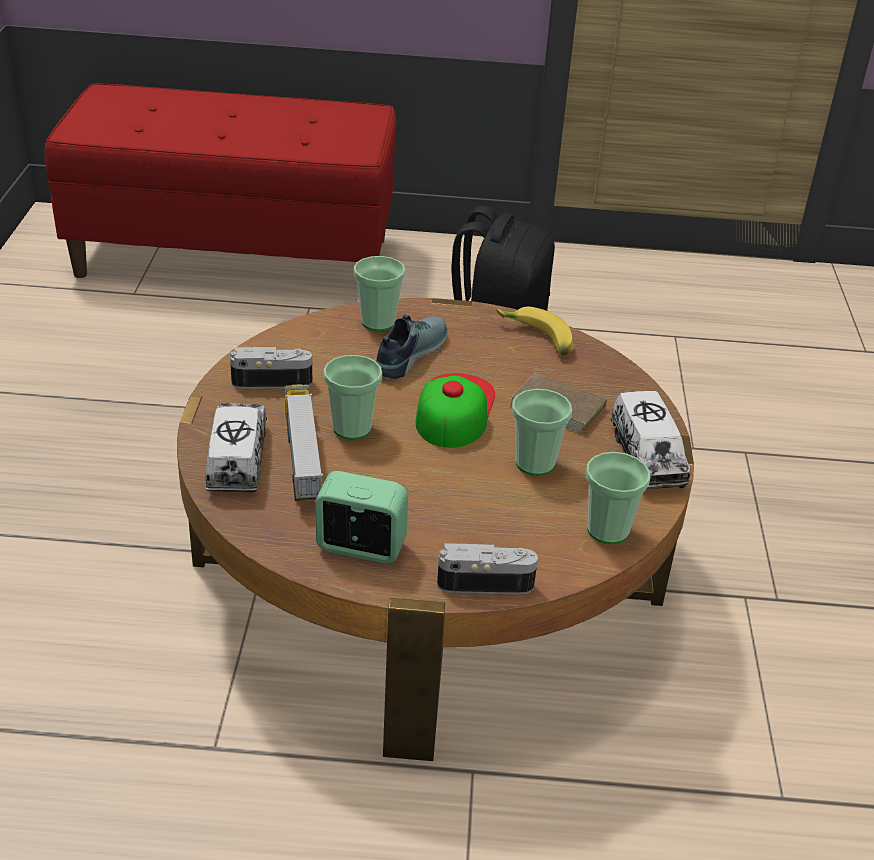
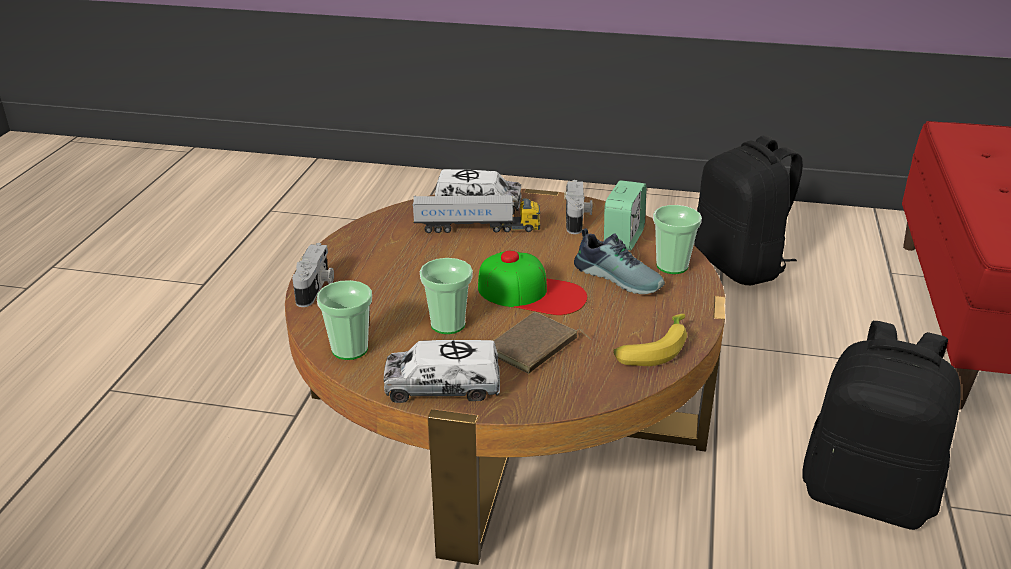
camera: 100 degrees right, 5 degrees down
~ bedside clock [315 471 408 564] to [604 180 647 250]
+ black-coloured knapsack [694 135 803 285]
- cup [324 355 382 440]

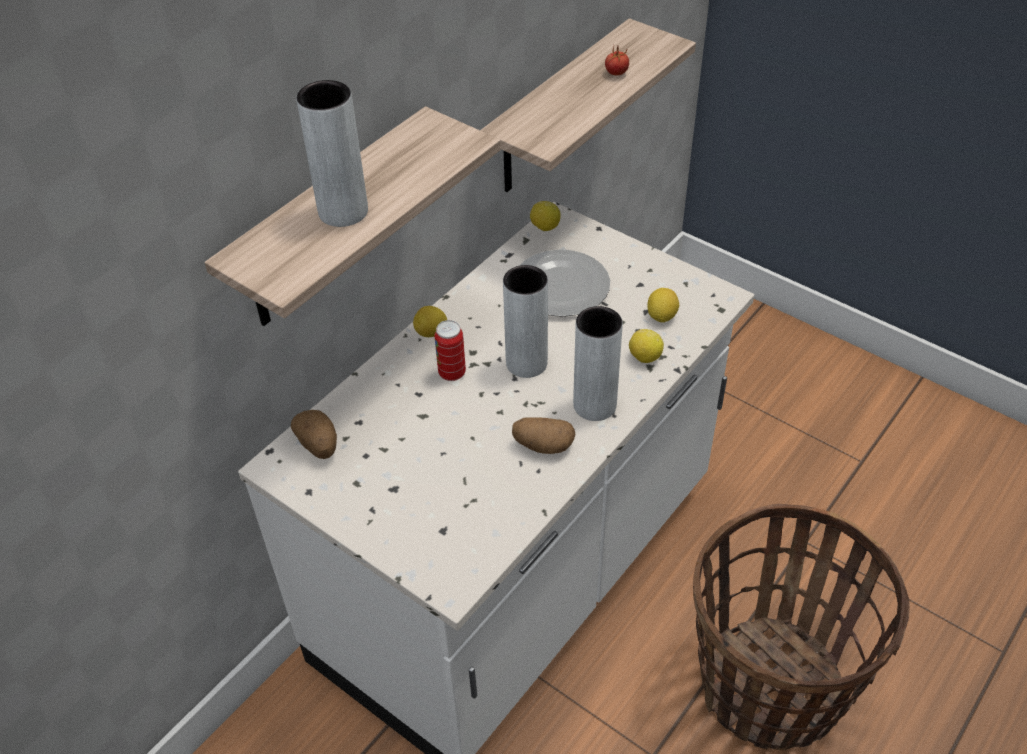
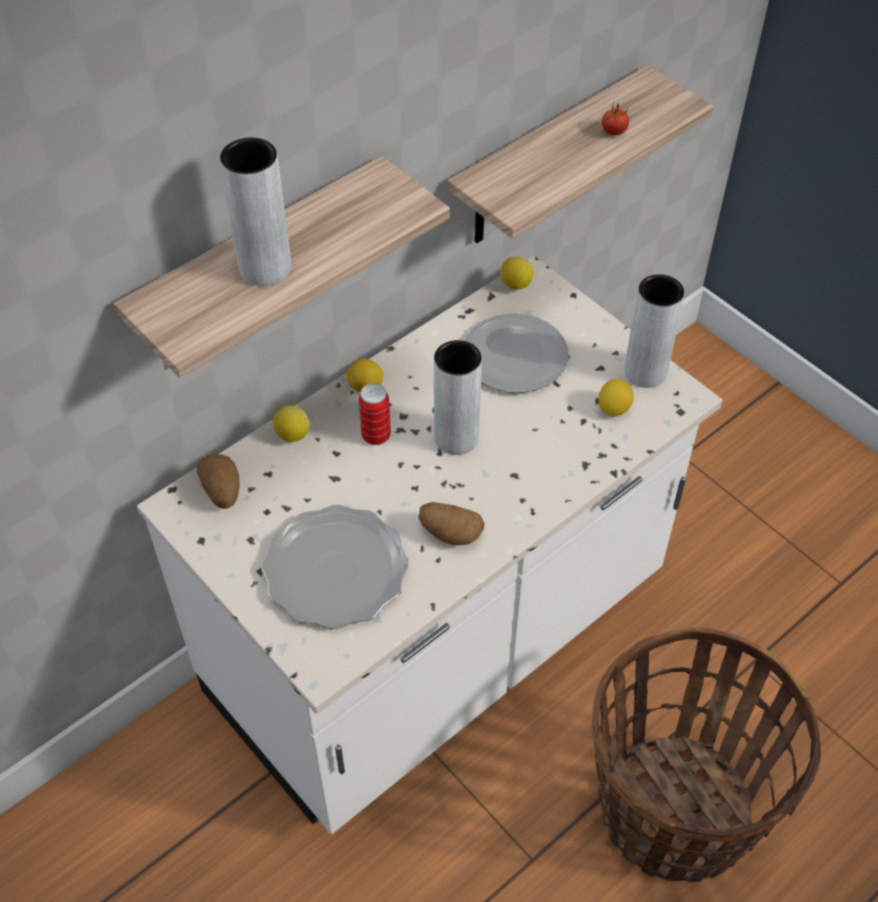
camera: 10 degrees right, 5 degrees up
+ flat dish [262 505 408 629]
~ whole lemon [629 329 664 363] to [273 405 310 442]
~ greyish vase [573 306 623 421] to [624 274 685 388]

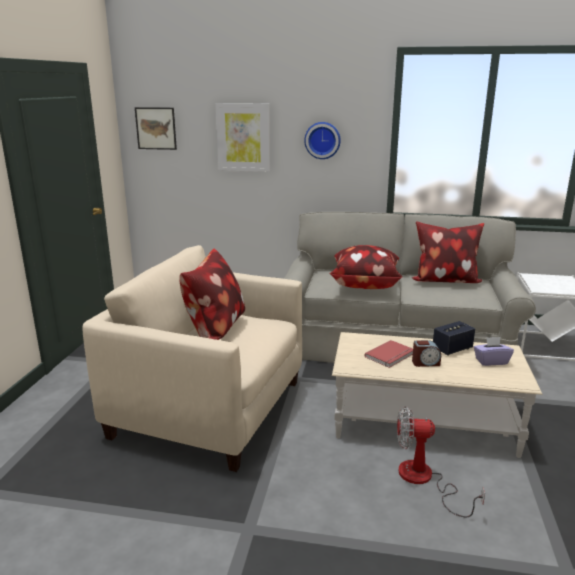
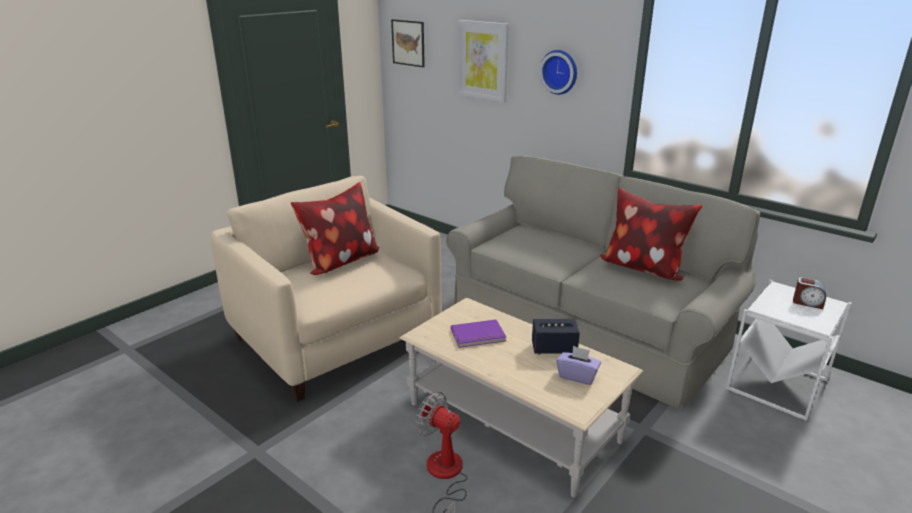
camera: 30 degrees right, 5 degrees up
~ red-coloured bound book [365 340 413 368] to purple bound book [451 320 506 348]
~ bedside clock [412 340 441 367] to [793 277 826 309]
- pillow [329 245 402 289]

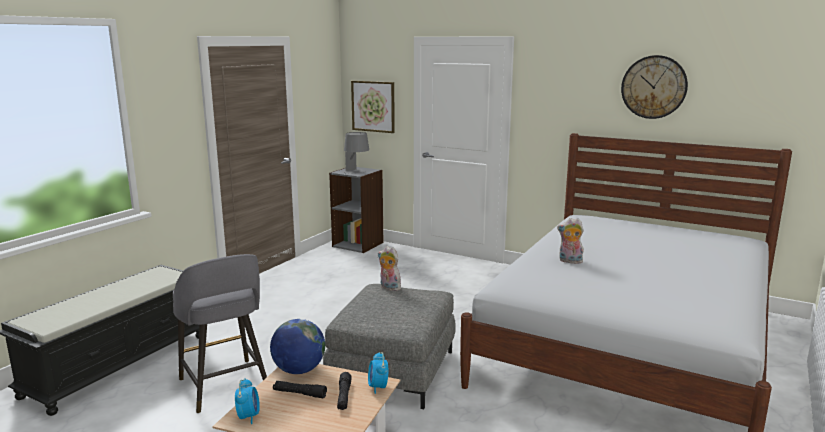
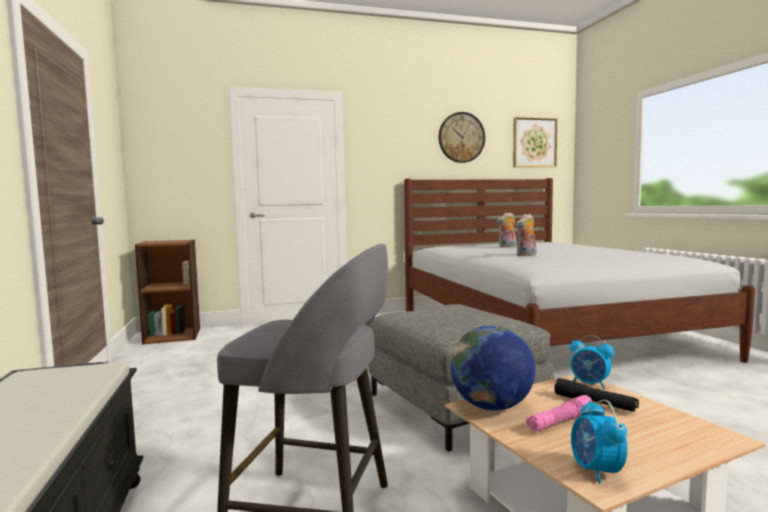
camera: 45 degrees left, 10 degrees down
~ greyish bookshelf [329 167 383 253] to brown bookshelf [135 240 200 345]
~ plush toy [378 246 401 291] to [497 212 516 248]
~ wall art [351 81 395 133] to [513 117 557 167]
~ black-coloured hand torch [273 381 327 398] to pink-coloured hand torch [526 395 593 431]
~ bedside clock [235 378 260 424] = [571 400 627 484] 135 degrees counterclockwise
- greyish tabletop lamp [342 132 369 174]

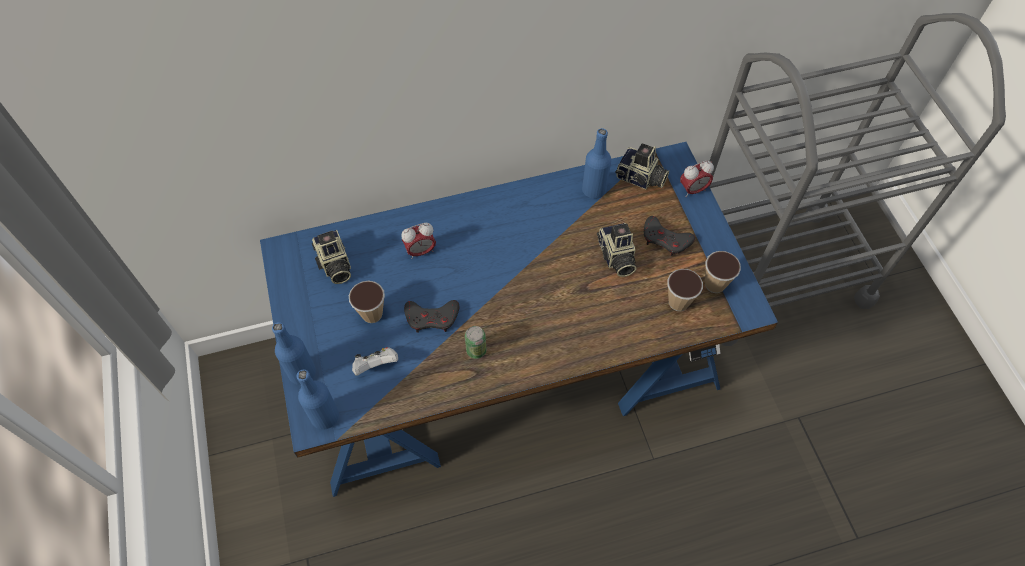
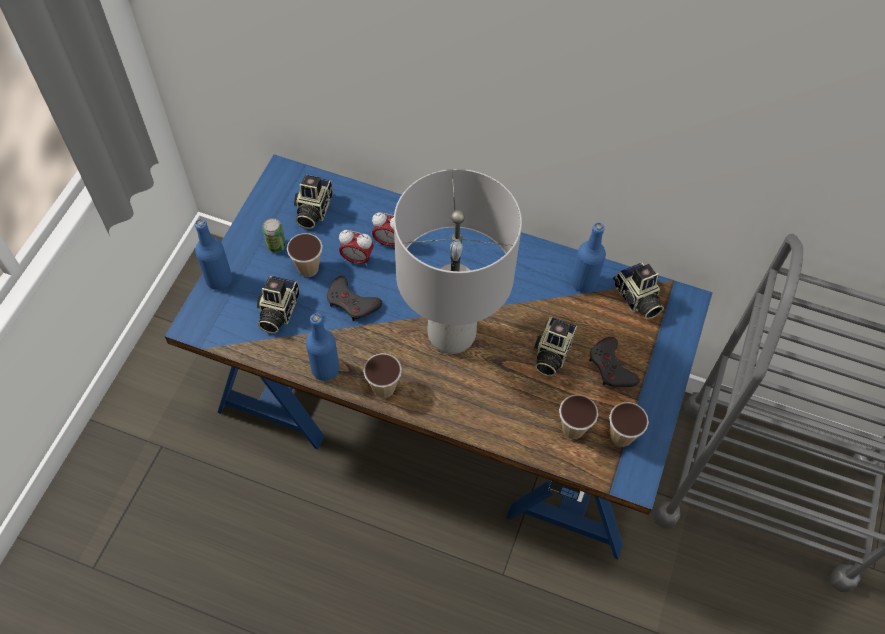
camera: 35 degrees right, 0 degrees up
~ whitish gamepad [352 347 398 376] to still camera [257 276 300 333]
~ metal can [465 326 486 359] to [262 218 286 253]
~ blue-coloured drink bottle [296 369 339 430] to [306 313 339 381]
~ bedside clock [680 161 714 197] to [339 230 374 266]
+ cup [363 353 402 398]
+ greyish tabletop lamp [394 169 522 354]

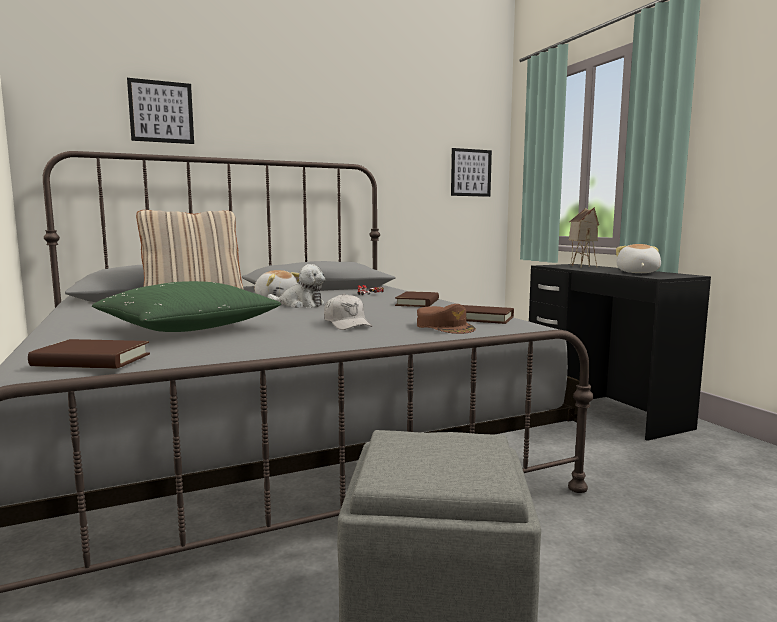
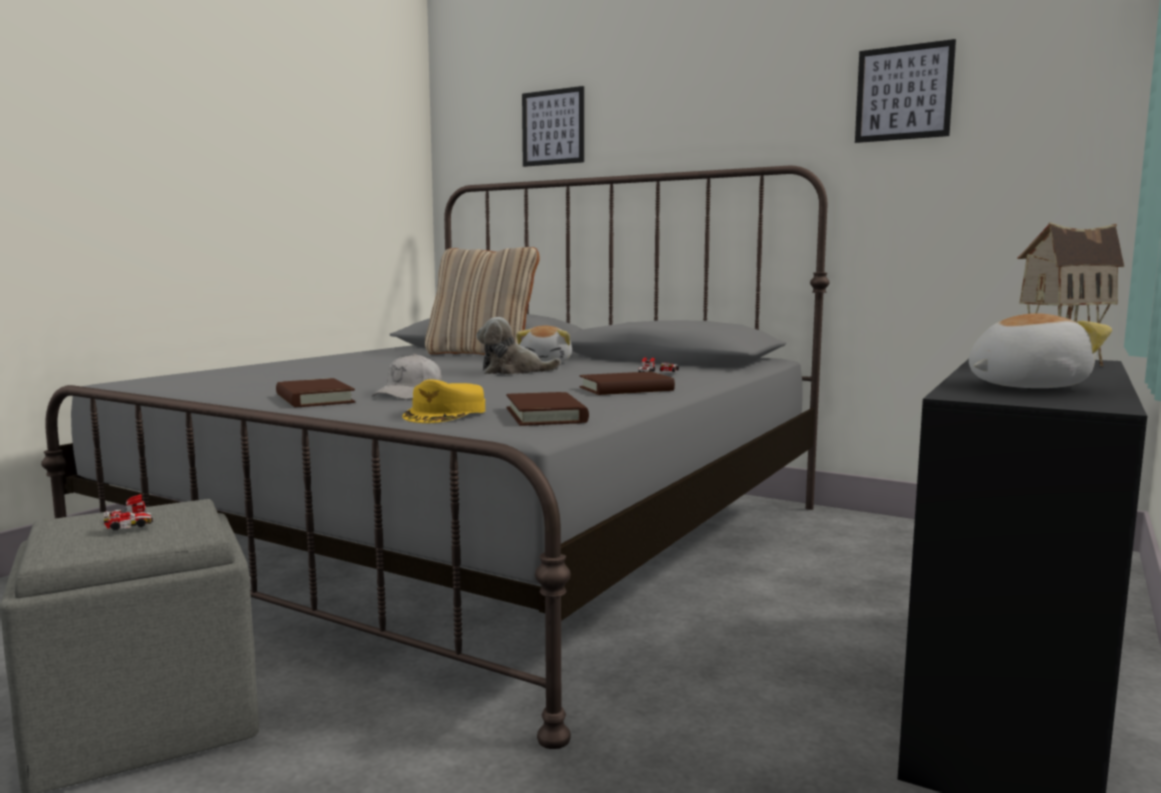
camera: 55 degrees right, 0 degrees up
+ miniature car [104 494 153 530]
~ brown bound book [28 339 150 369] to [276 378 355 407]
~ brown baseball cap [417 304 476 334] to yellow baseball cap [402 379 485 423]
~ plush toy [267 264 325 308] = [477 317 561 375] 105 degrees clockwise
~ wall art [451 148 492 197] to [855 39 956 143]
- green pillow [92 281 281 332]

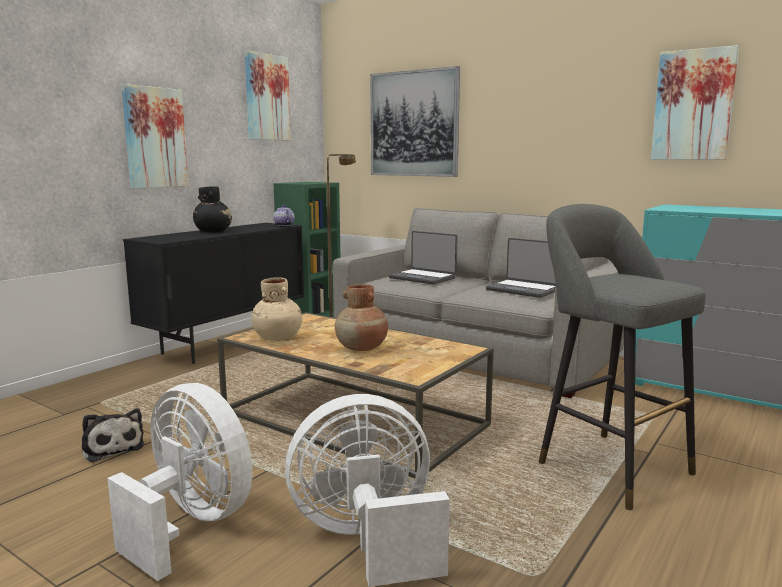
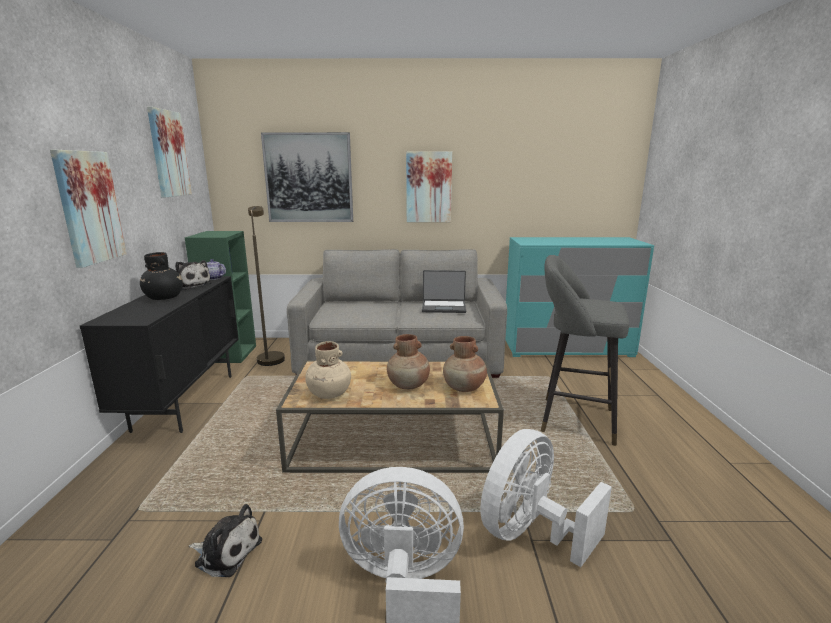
camera: 35 degrees left, 5 degrees up
+ plush toy [175 260 212 290]
~ wall art [651 45 739 160] to [406 151 452 222]
+ brown vase [443 336 487 392]
- laptop [389 231 458 285]

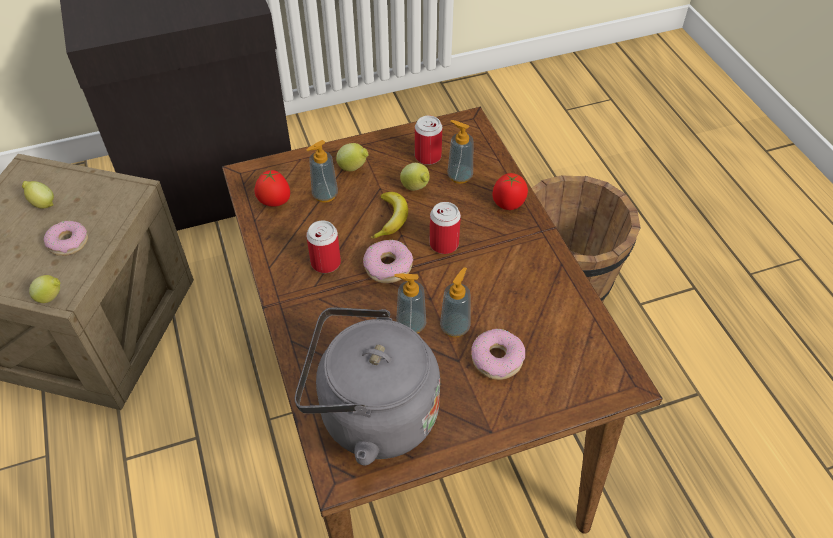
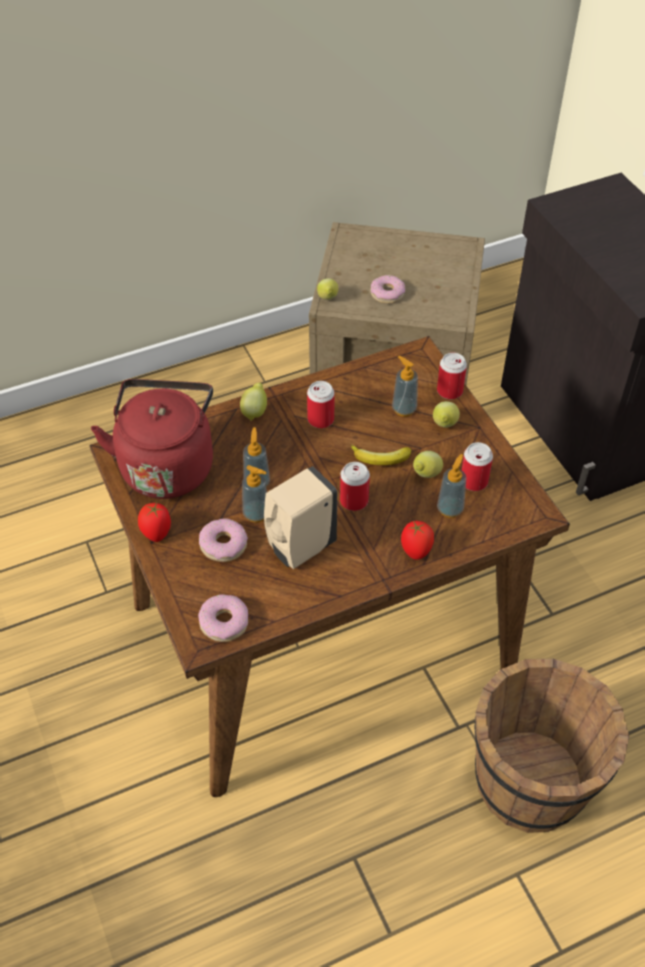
camera: 85 degrees right, 0 degrees up
~ greyish tea kettle [295 307 440 465] to red-coloured tea kettle [91 379 213 499]
~ whole tomato [254 170 290 207] to [138 503 171 542]
~ doughnut [363 240 413 283] to [198 594 248 642]
~ whole lemon [22 181 54 209] to [240 383 267 421]
+ beige-coloured liquid soap bottle [264 466 337 569]
+ metal can [437 353 467 399]

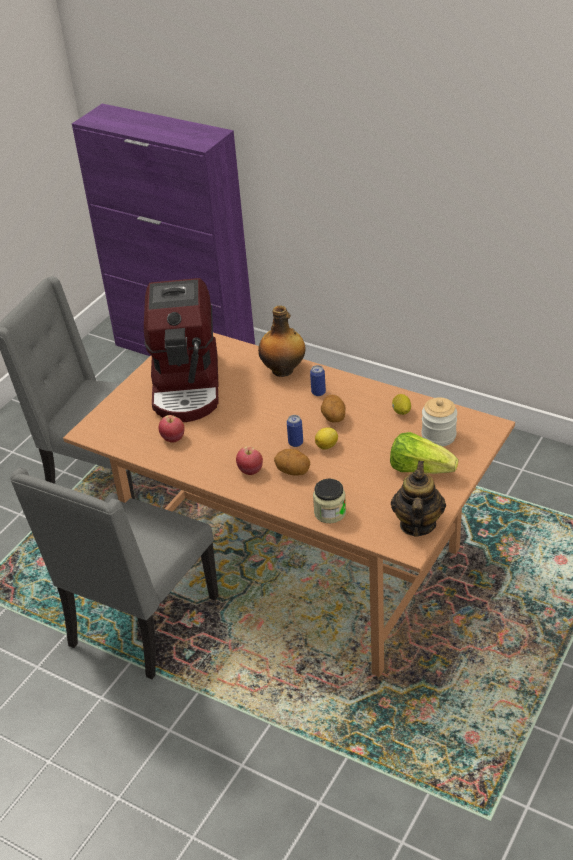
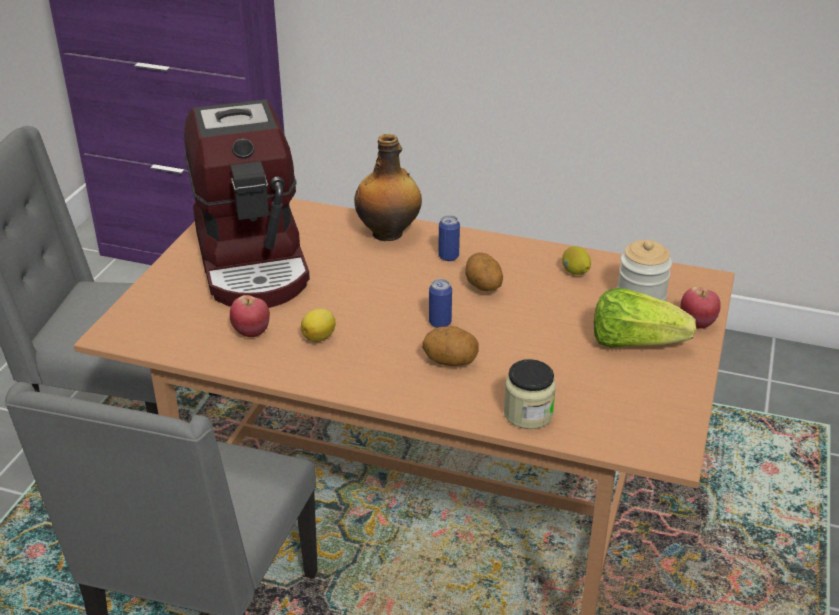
camera: 15 degrees left, 5 degrees down
~ whole lemon [315 427 338 450] to [301 309 336 342]
~ apple fruit [236 446 263 475] to [680 286 721 329]
- teapot [391 461 446 537]

